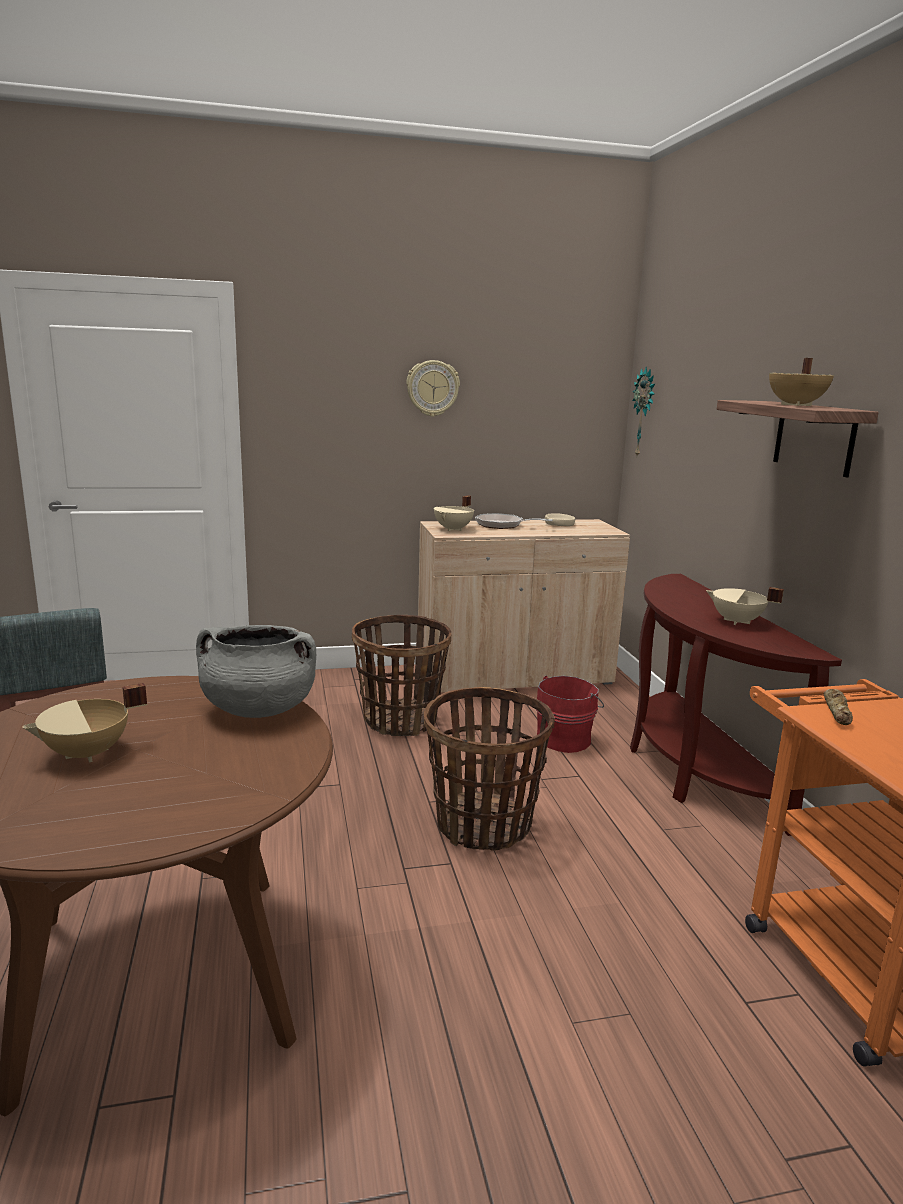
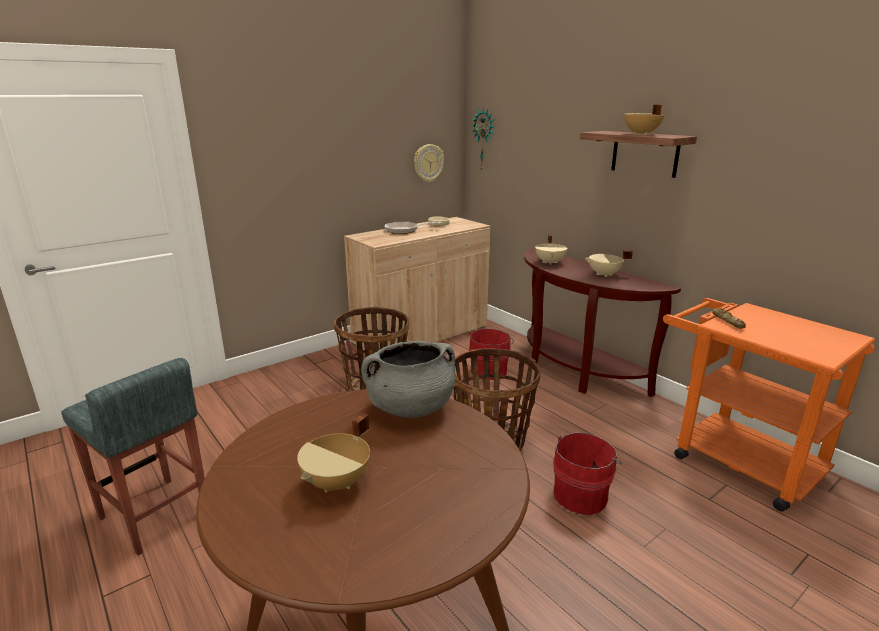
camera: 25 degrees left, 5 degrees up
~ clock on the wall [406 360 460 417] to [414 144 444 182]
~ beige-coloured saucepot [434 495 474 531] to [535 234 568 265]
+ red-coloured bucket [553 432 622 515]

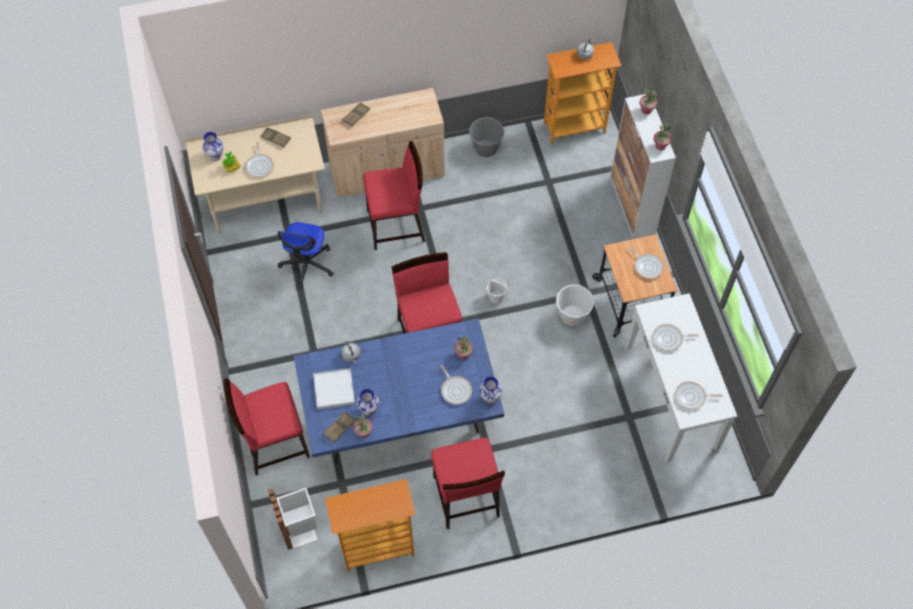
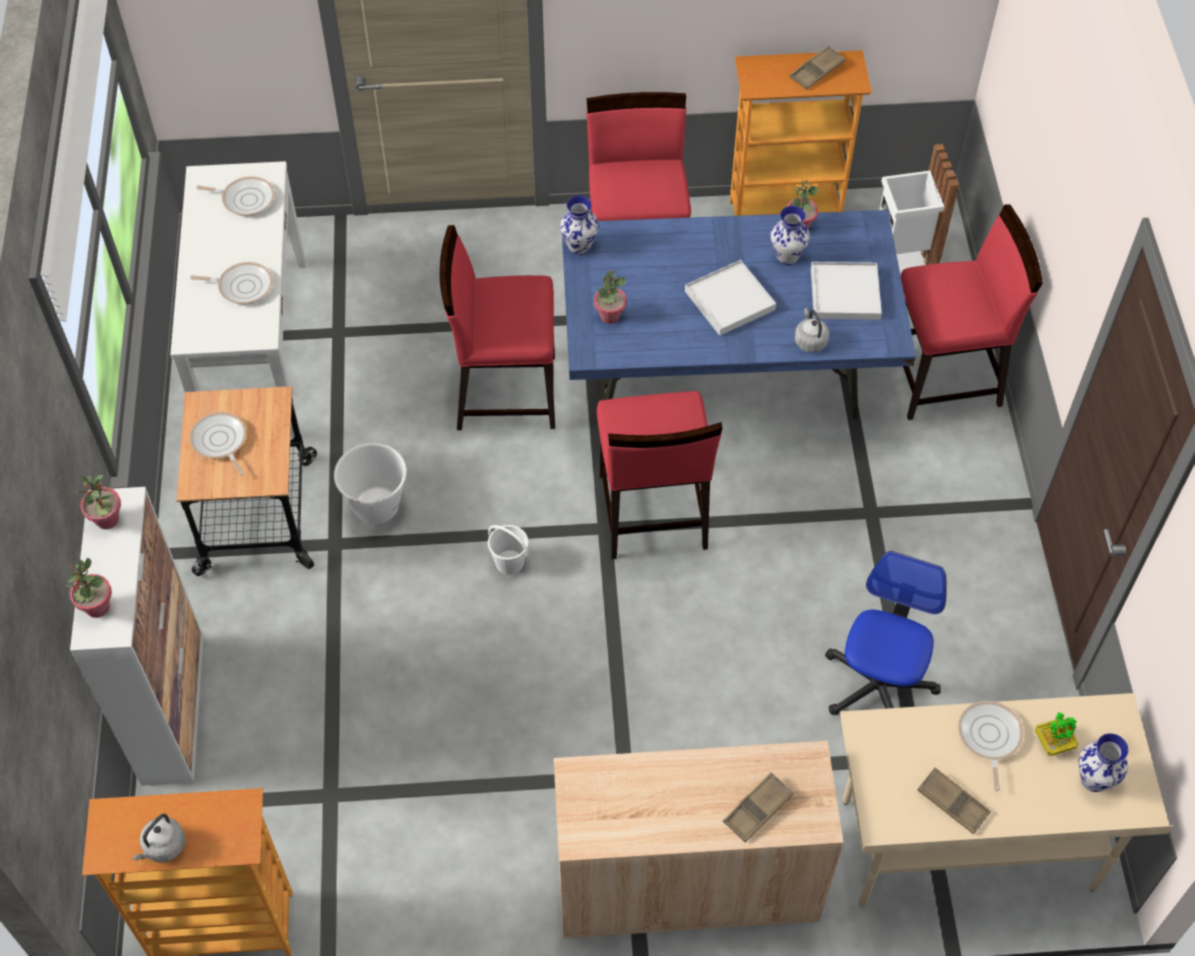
camera: 170 degrees left, 5 degrees down
~ red-coloured chair [363 141 425 250] to [440 225 555 430]
+ whitish serving tray [685 260 776 336]
~ brown serving tray [323 412 356 442] to [790 46 845 90]
- pan [441 365 472 404]
- greyish bucket [469 117 504 157]

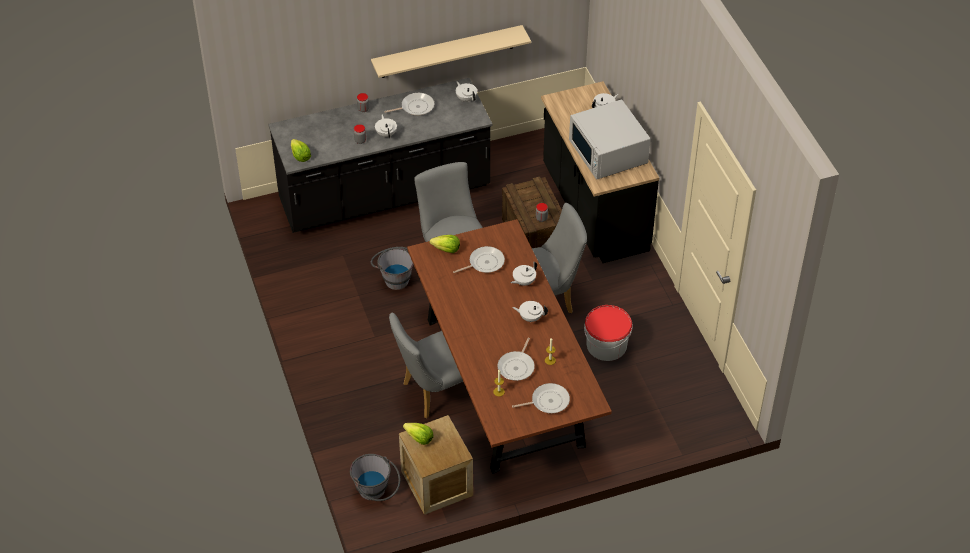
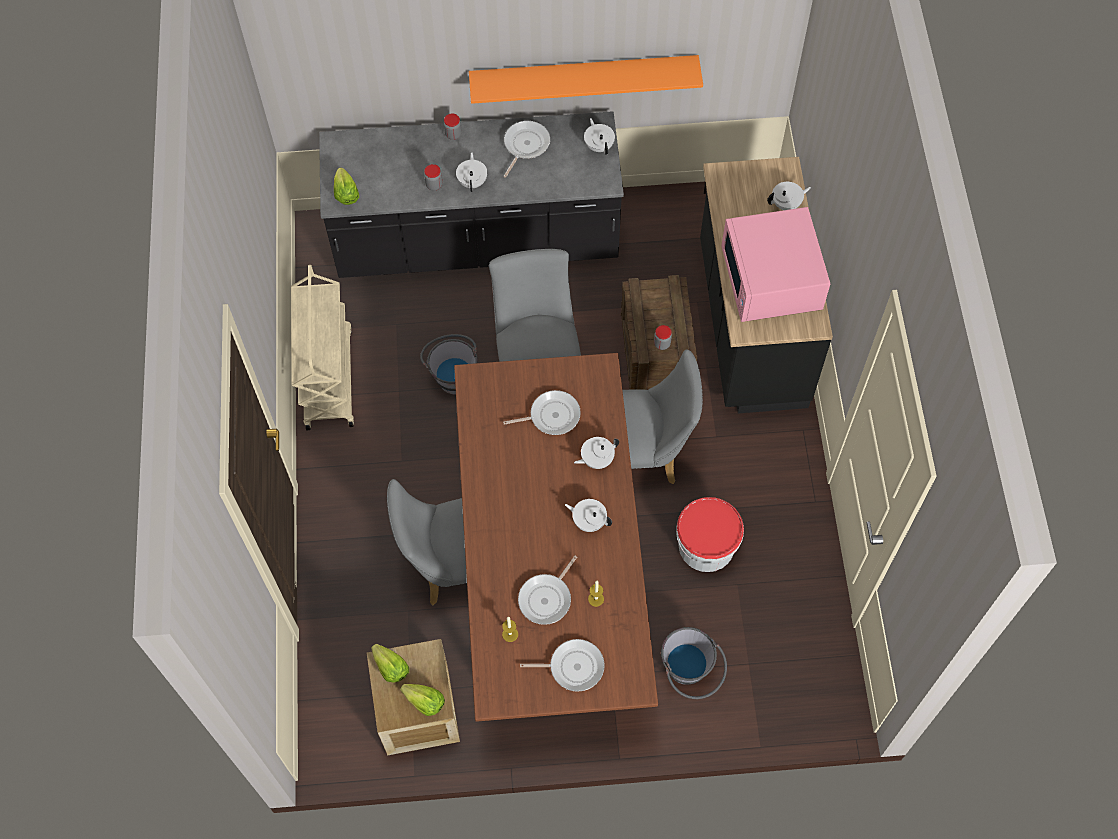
camera: 15 degrees right, 15 degrees up
+ beige-coloured wheeled cart [291 265 354 430]
~ head of lettuce [429 235 460 253] to [400 684 445 716]
~ beige-coloured bracket shelf [371 25 531 78] to orangey bracket shelf [469 55 703 104]
~ pan [384 93 434 116] = [503 121 550 178] 60 degrees counterclockwise
~ greyish bucket [350 454 400 501] to [661 627 727 699]
~ whitish microwave oven [569 99 651 180] to pink-coloured microwave oven [721 207 830 322]

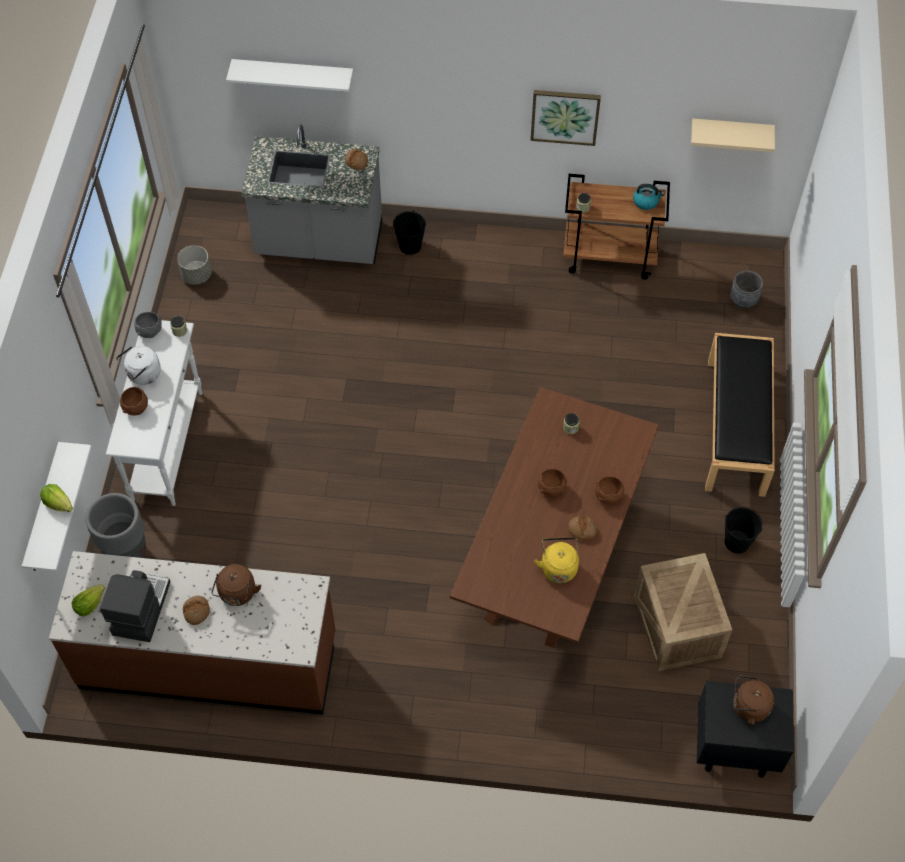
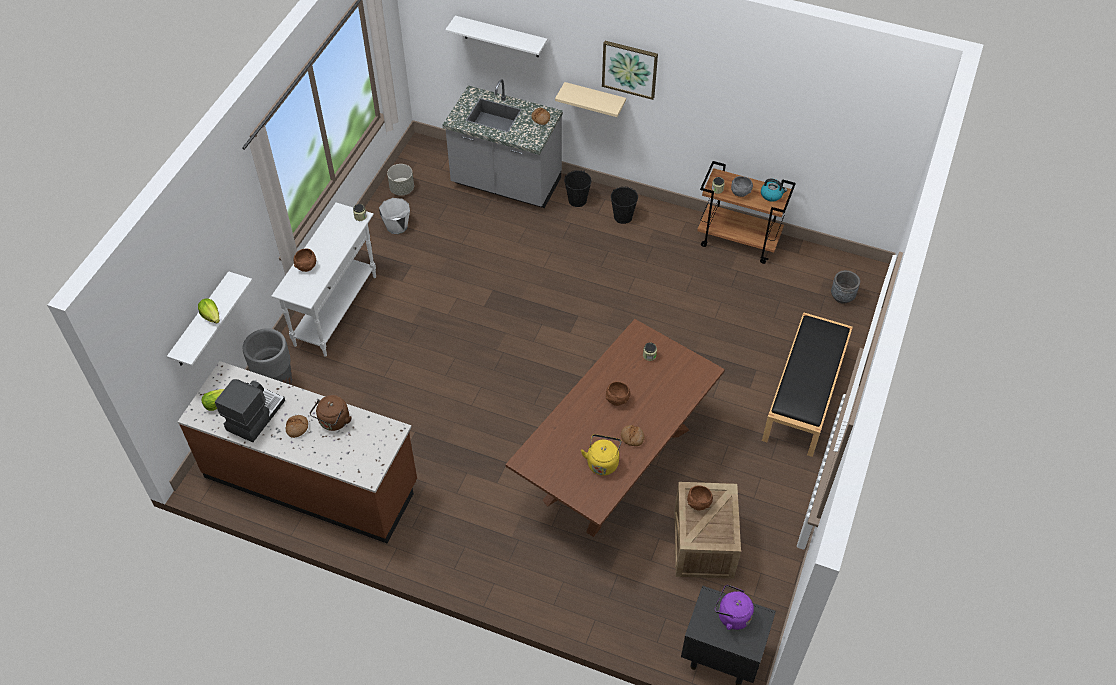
camera: 15 degrees right, 5 degrees down
+ whitish bucket [379 198 410 234]
~ beige-coloured bracket shelf [691 119 775 152] to [555 82 626 117]
~ wall art [530 90 601 146] to [602 41 658 100]
~ black-coloured bucket [725 507 762 553] to [611 187 638 224]
~ brown bowl [595 476 624 504] to [687 485 713 511]
~ brown tea kettle [733 675 774 725] to purple tea kettle [715 585 754 630]
~ greyish bowl [135 312 162 338] to [731 176 753 197]
- whitish tea kettle [116 346 161 385]

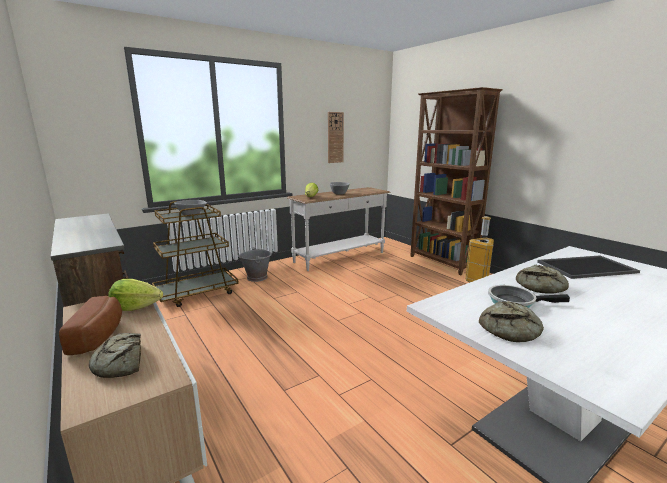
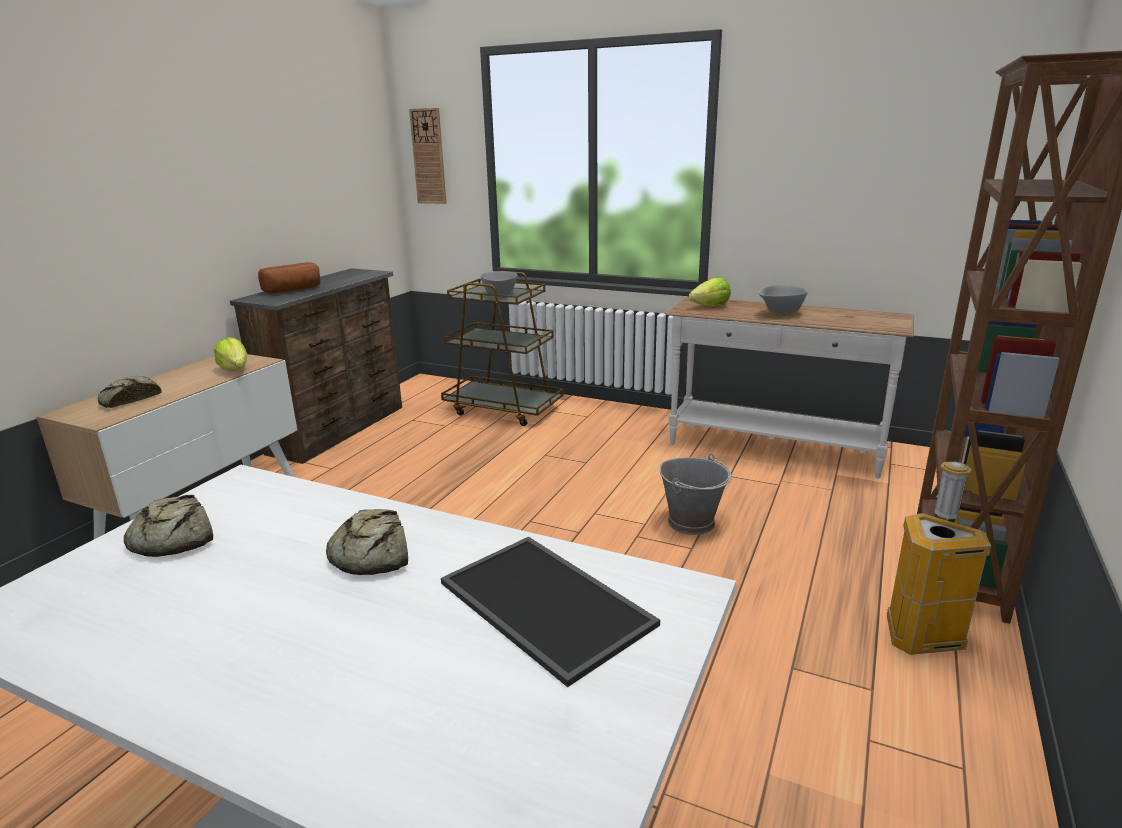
camera: 60 degrees right, 5 degrees up
~ bread [59 296 122 355] to [258 262 321 293]
~ clock on the wall [328 112 344 163] to [409 108 446 204]
~ greyish bucket [238 247 272 282] to [660 454 731 535]
- pan [488 285 570 308]

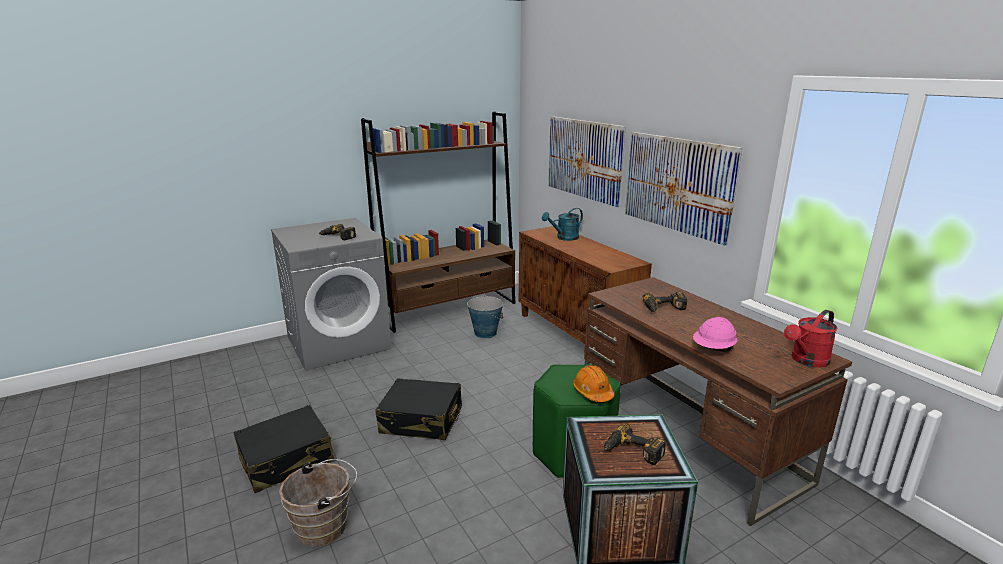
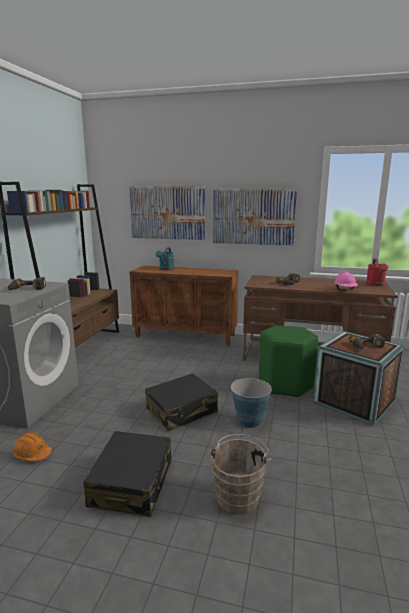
camera: 45 degrees left, 5 degrees down
~ orangey work helmet [573 365 615 402] to [12 432 52 462]
~ bucket [467 295 503 339] to [231 378 273 428]

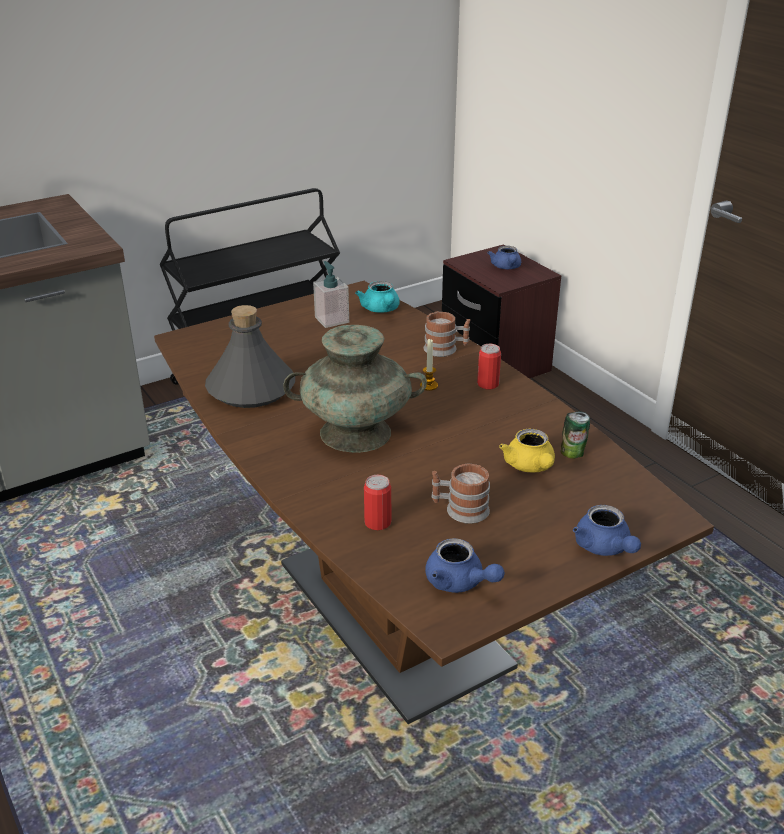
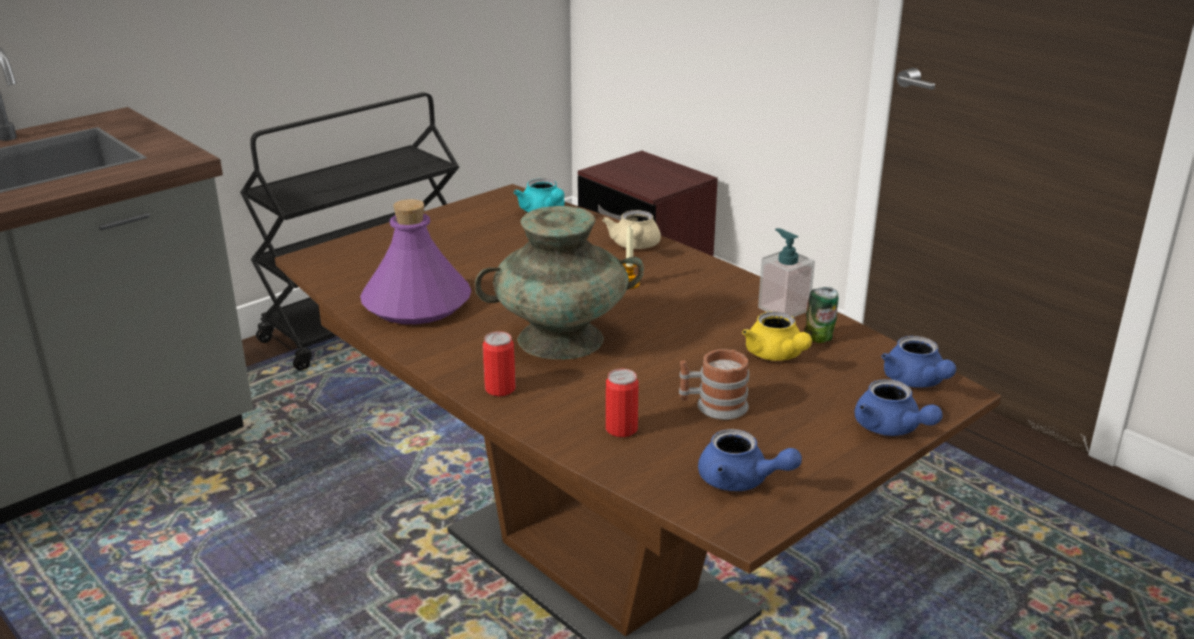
camera: 10 degrees left, 5 degrees down
~ greyish drink bottle [205 305 295 408] to purple drink bottle [360 199 471 324]
~ metal can [477 344 501 390] to [483 331 516 396]
~ tea mug [423 311 470 357] to beige-coloured teapot [602 210 661 249]
~ liquid soap bottle [313 261 349 328] to [758 228 815 317]
~ blue-coloured teapot [488 246 521 269] to [881 336 956 388]

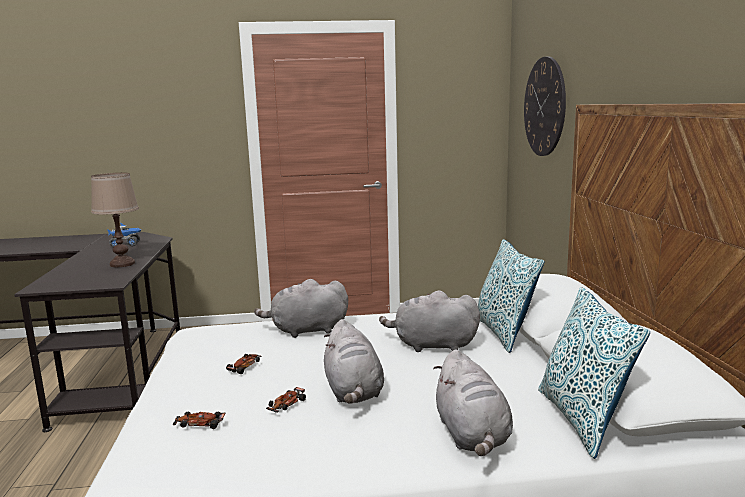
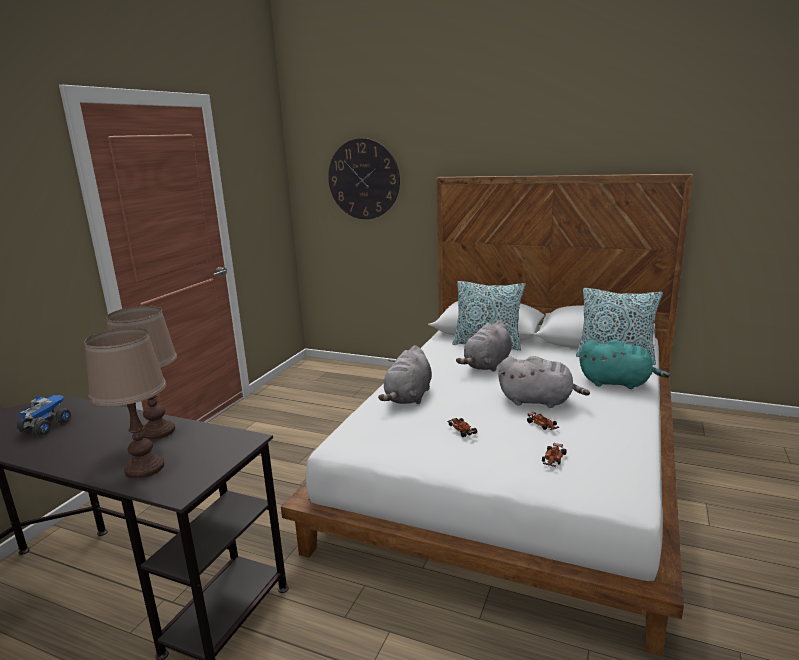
camera: 60 degrees left, 5 degrees up
+ brown tabletop lamp [84 327 166 479]
~ greyish plush toy [433 349 513 456] to turquoise-coloured plush toy [579 340 670 389]

